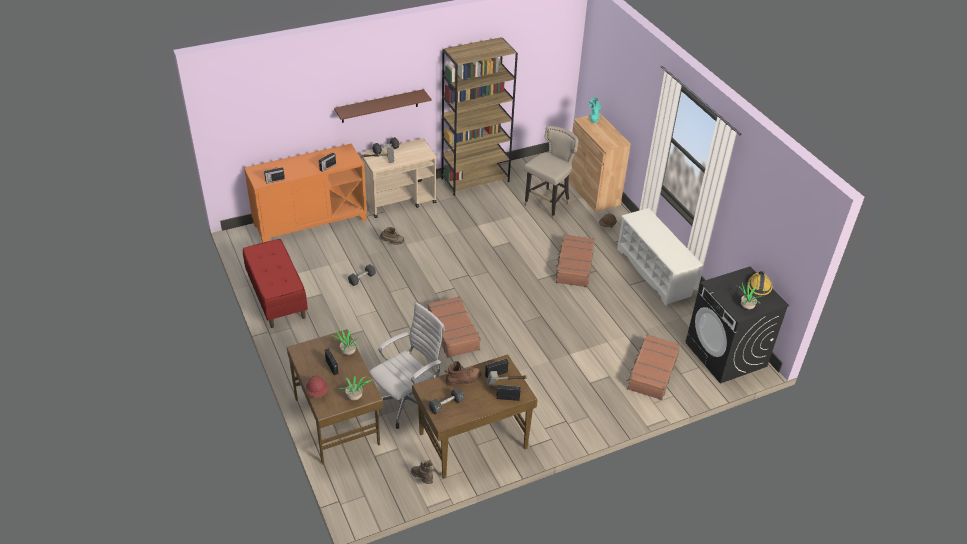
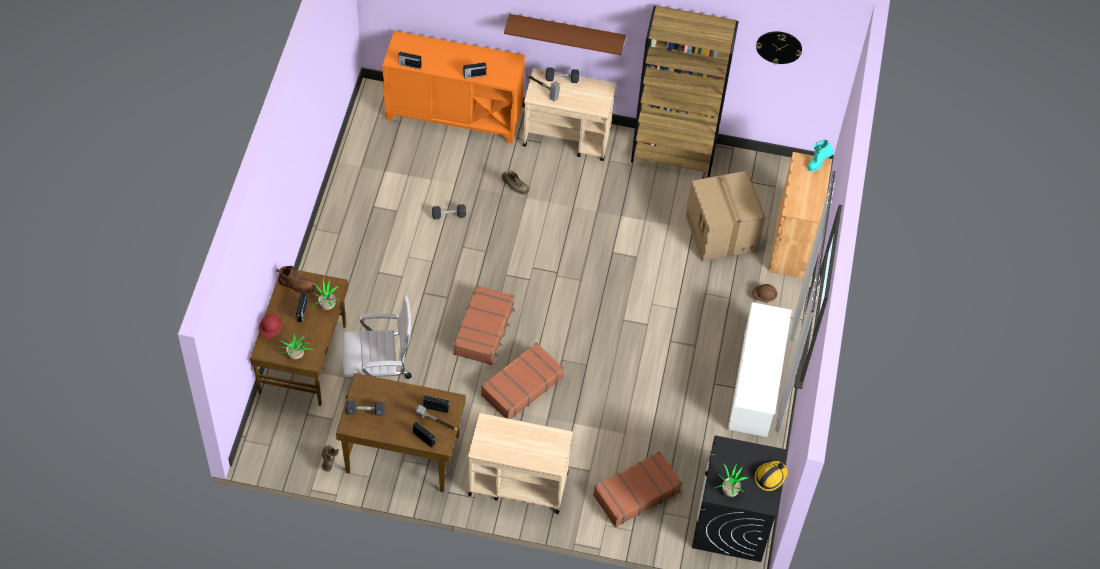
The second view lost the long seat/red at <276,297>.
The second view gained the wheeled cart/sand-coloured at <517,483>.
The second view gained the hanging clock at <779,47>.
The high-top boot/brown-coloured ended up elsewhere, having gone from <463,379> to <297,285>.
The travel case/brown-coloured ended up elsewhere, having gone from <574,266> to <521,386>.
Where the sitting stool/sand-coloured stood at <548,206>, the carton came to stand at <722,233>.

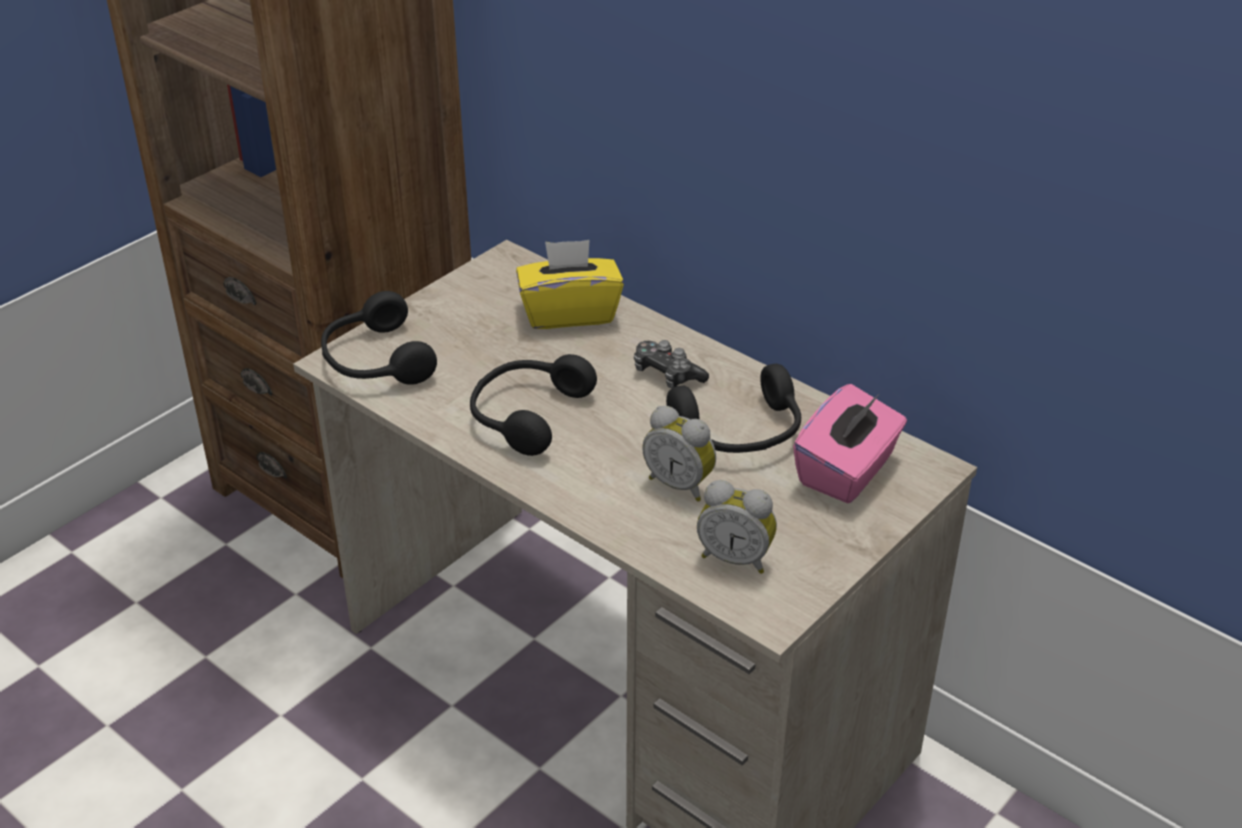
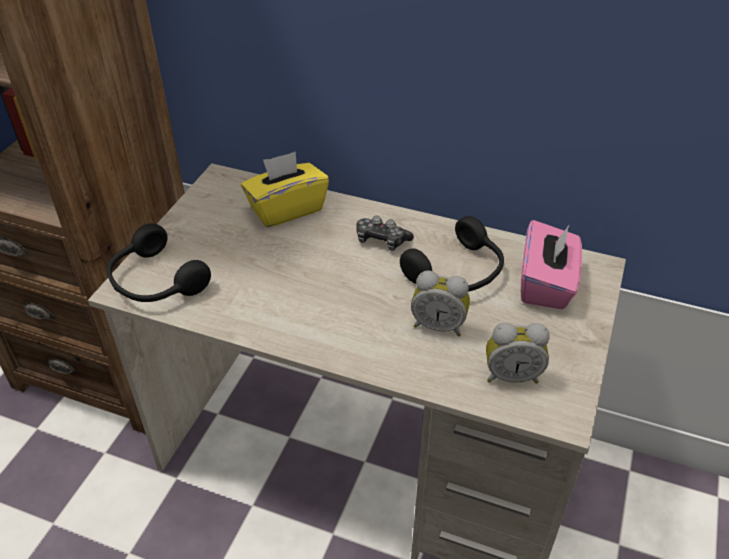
The second view lost the headphones/blackish at <526,415>.

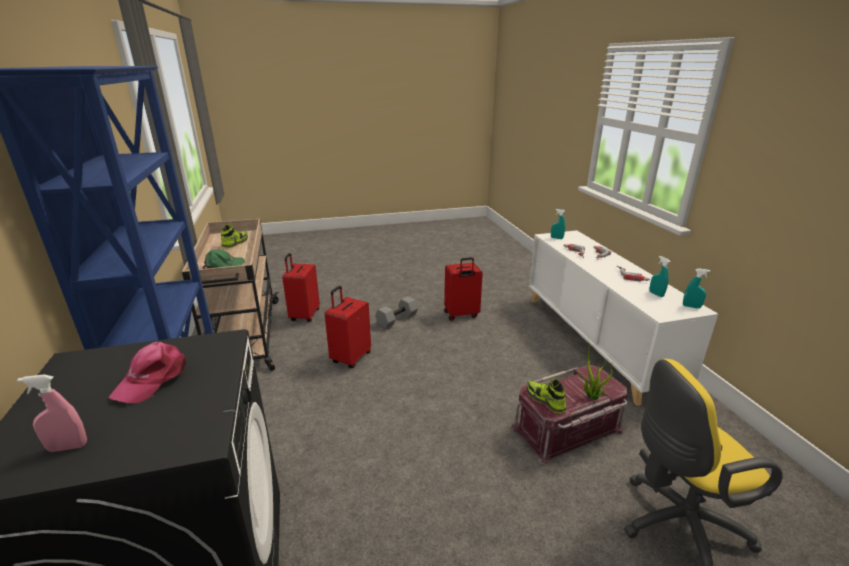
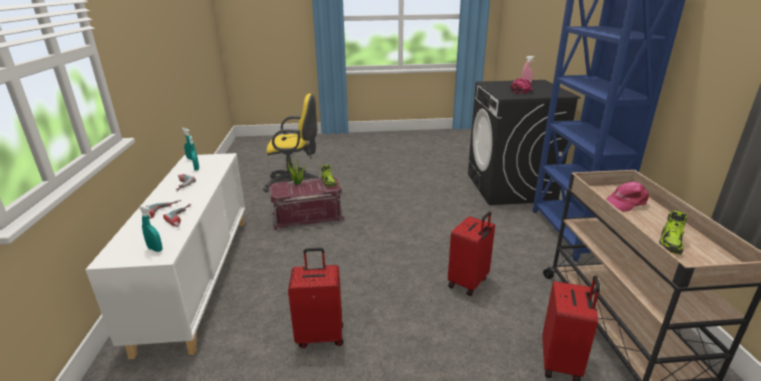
The second view lost the hand weight/greyish at <397,320>.
What was the baseball cap/green at <223,265> turned into the baseball cap/pink-coloured at <625,202>.

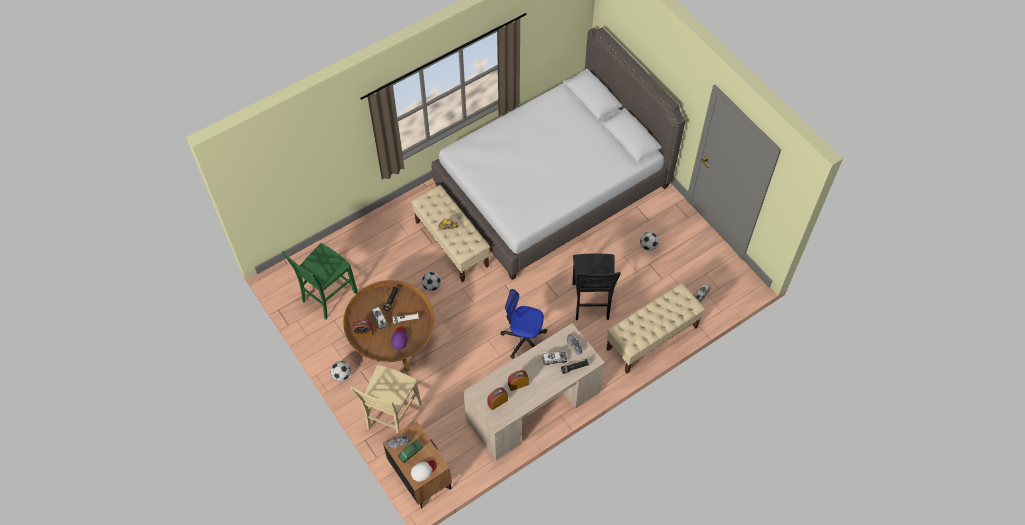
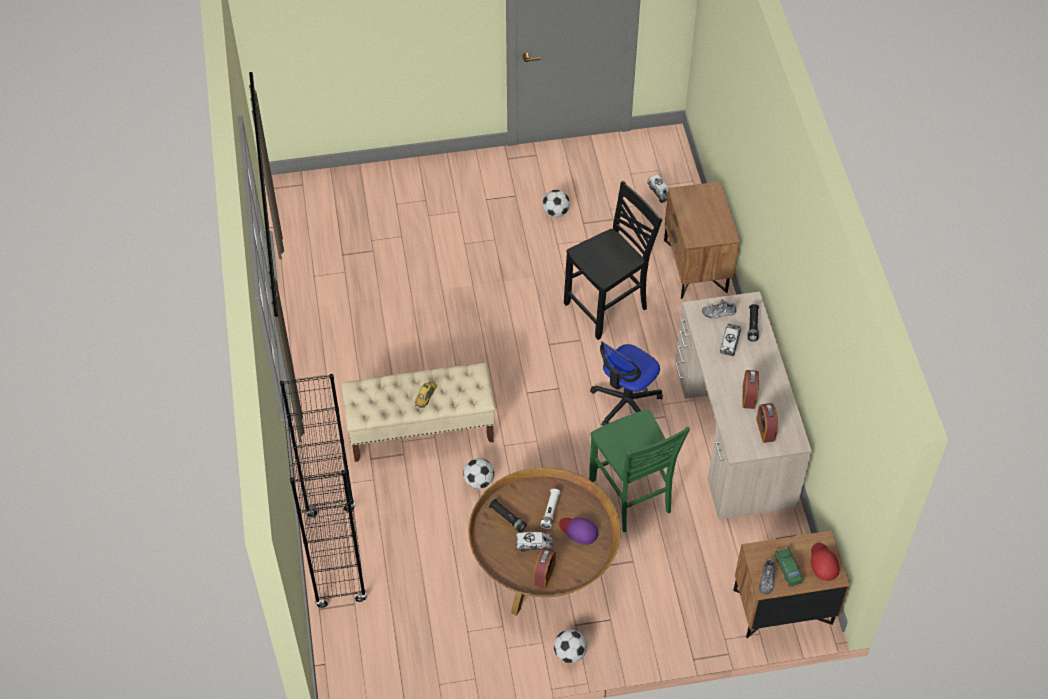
The second view lost the upright chair/sand-coloured at <392,417>.
The second view lost the bed/greyish at <552,186>.
The second view gained the shelving unit/blackish at <336,557>.
The upright chair/green ended up elsewhere, having gone from <328,297> to <631,497>.
Where the long seat/sand-coloured stood at <652,338>, the nightstand/brown-coloured came to stand at <696,266>.
What was the baseball cap/white-coloured at <423,470> turned into the baseball cap/red at <823,563>.
The upright chair/blackish at <591,302> ended up facing another way, 60 degrees counterclockwise from before.

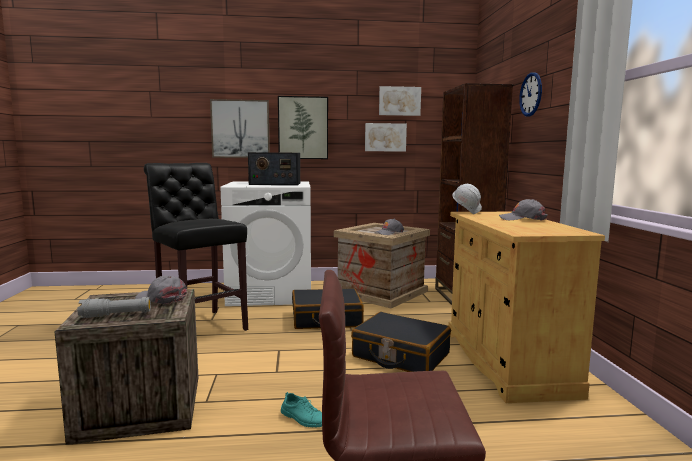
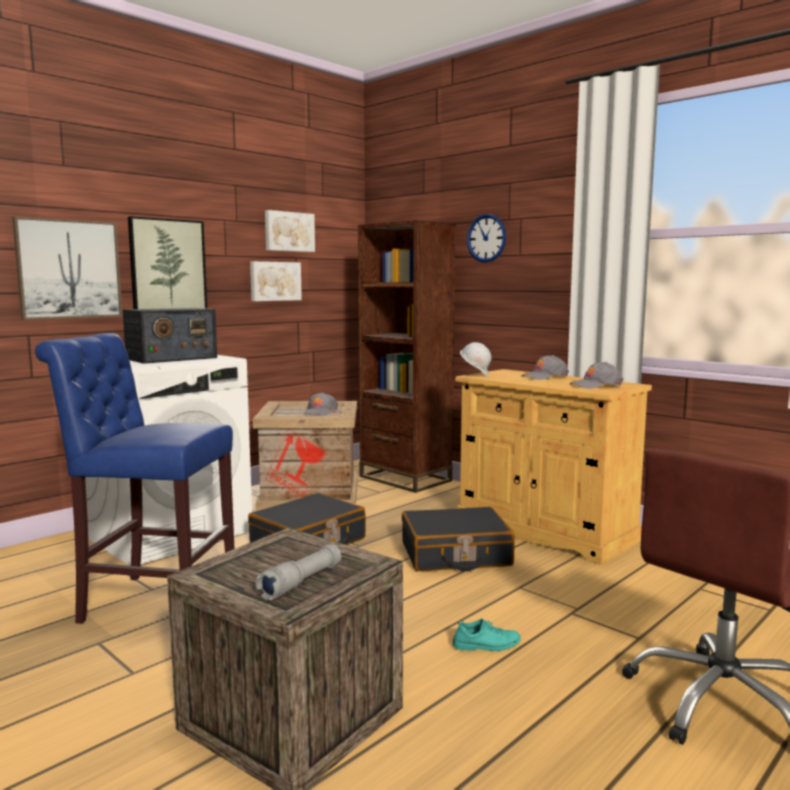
The baseball cap/greyish ended up elsewhere, having gone from <162,298> to <596,385>.
What was the sitting stool/blackish at <200,326> turned into the sitting stool/bluish at <152,602>.

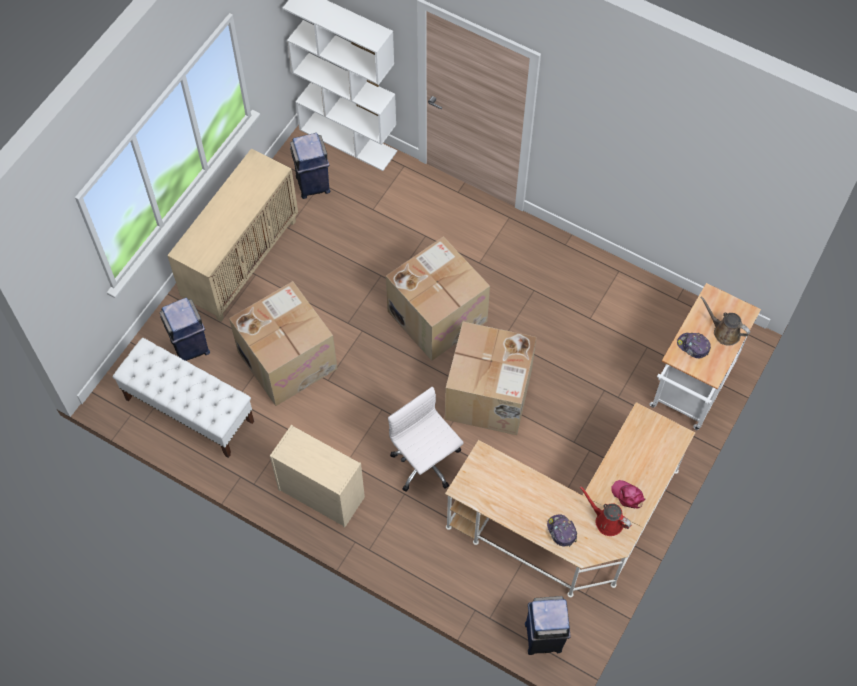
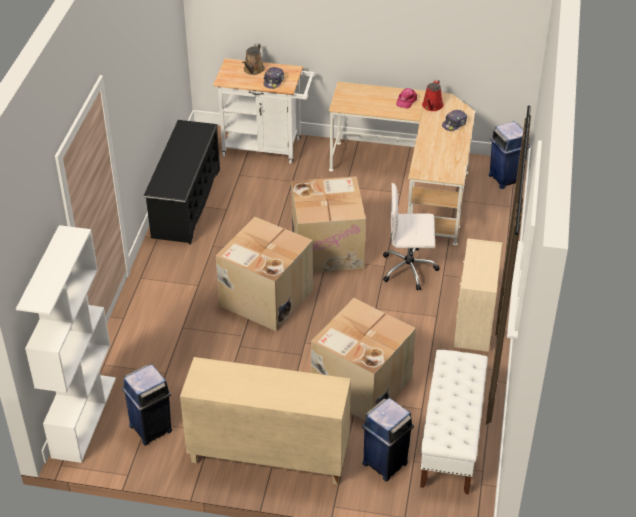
The second view gained the shoe shelf/blackish at <186,203>.
The desk chair/white-coloured at <426,463> ended up facing another way, 60 degrees clockwise from before.

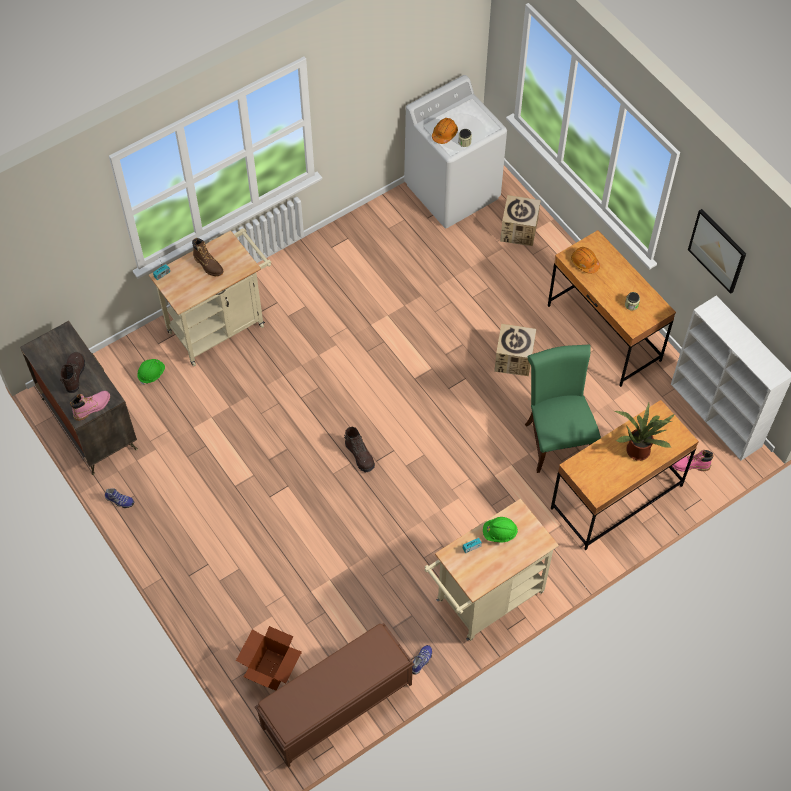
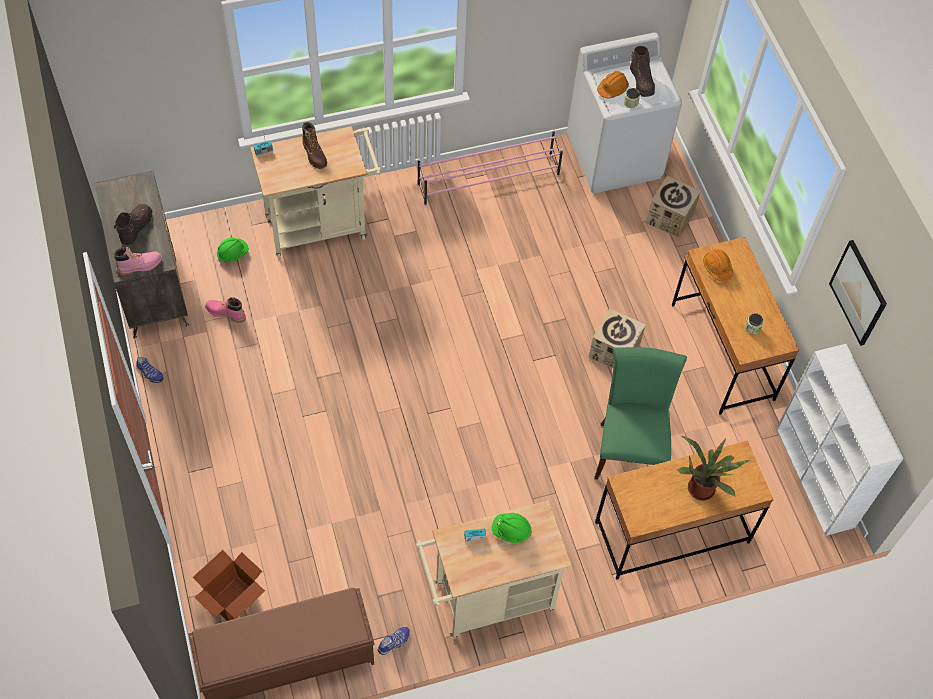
The second view gained the shoe shelf/pink-coloured at <489,180>.
The high-top boot/brown-coloured ended up elsewhere, having gone from <360,456> to <642,82>.
The high-top boot/pink-coloured ended up elsewhere, having gone from <690,465> to <226,313>.

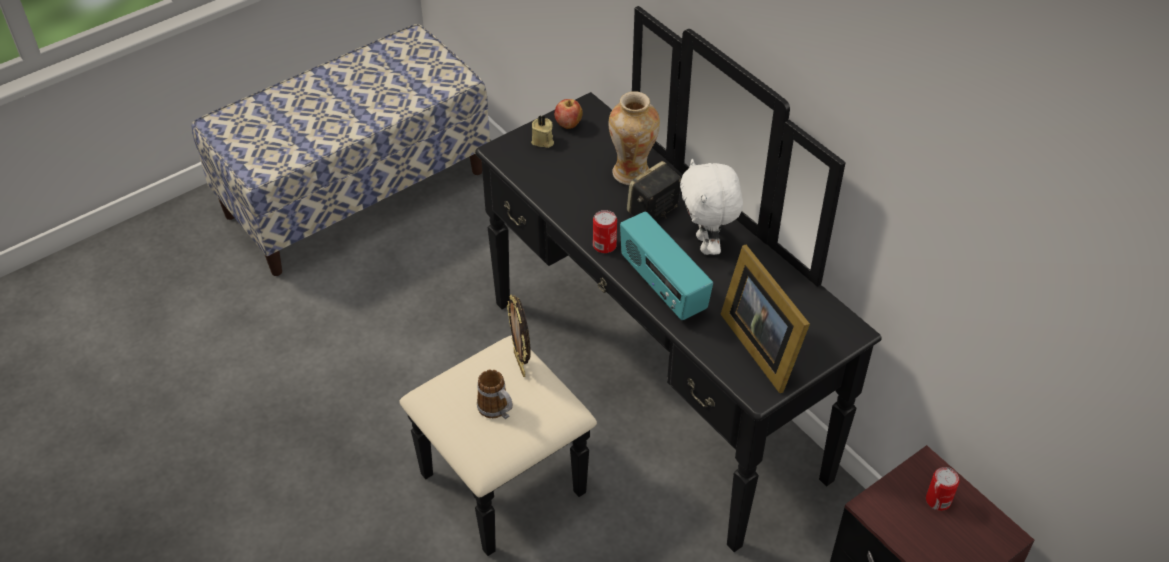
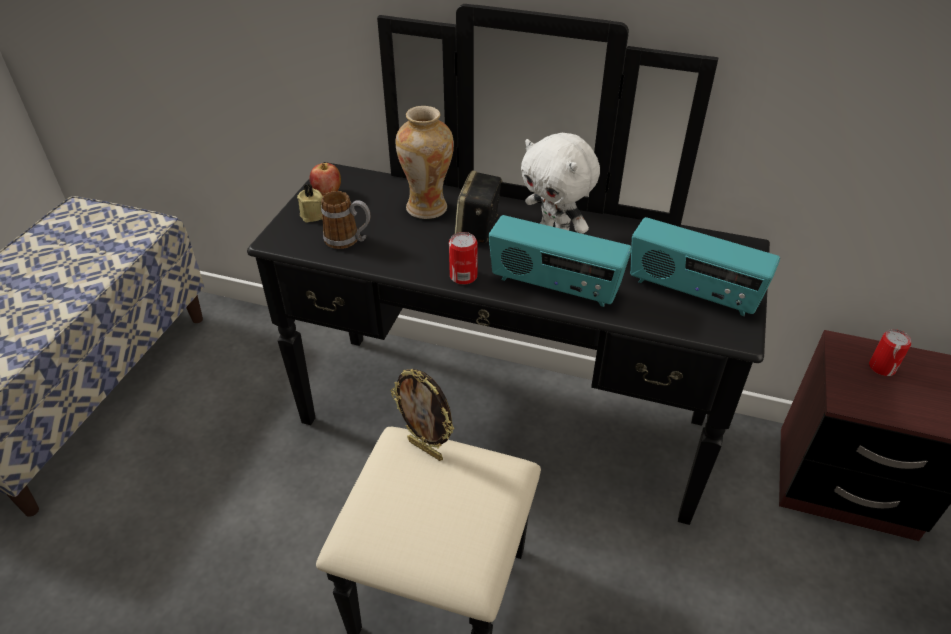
The tea mug ended up elsewhere, having gone from <497,410> to <348,240>.
Where the photo frame stood at <761,344>, the radio set came to stand at <692,293>.

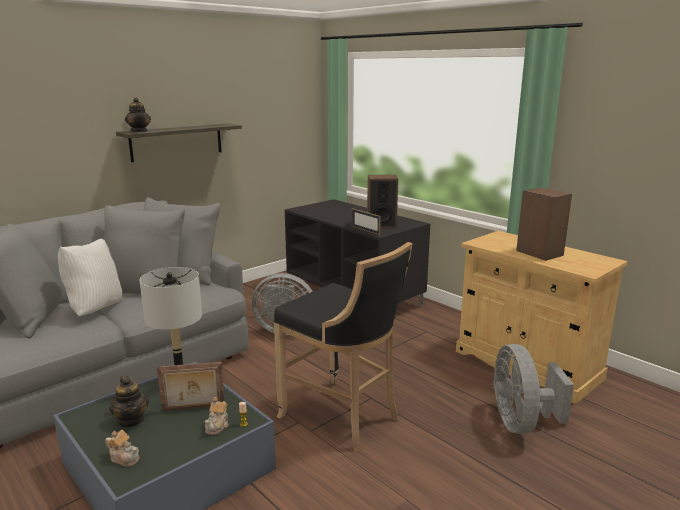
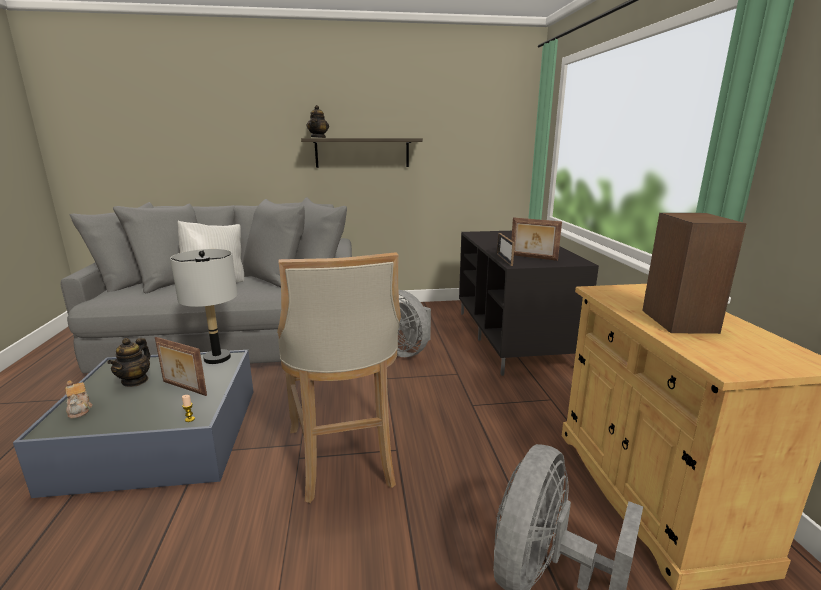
The second view lost the pot for tea at <217,426>.
Where the speaker stood at <381,225>, the photo frame came to stand at <533,257>.
What was the sitting stool/blackish at <343,417> turned into the sitting stool/sand-coloured at <344,458>.

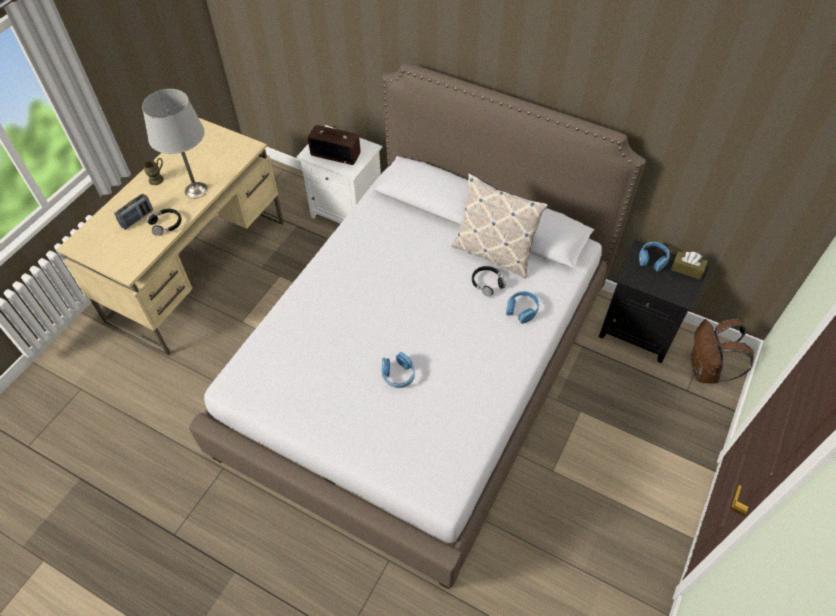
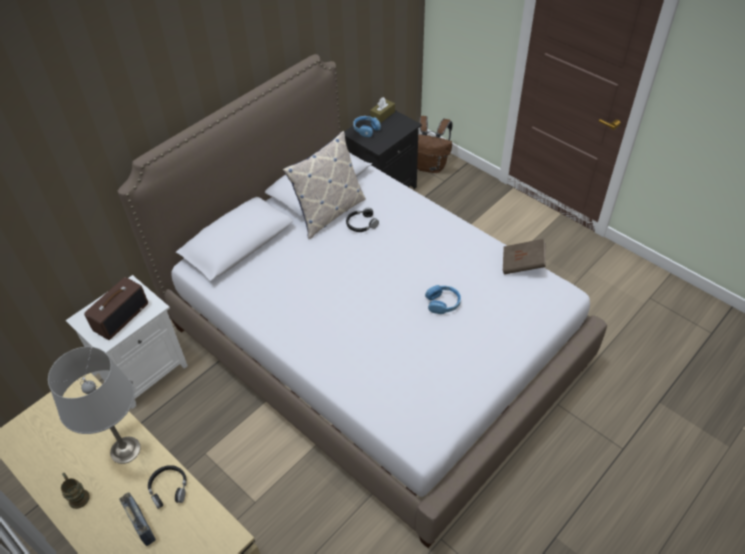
The second view lost the headphones/bluish at <522,310>.
The second view gained the book/brown-coloured at <522,264>.

